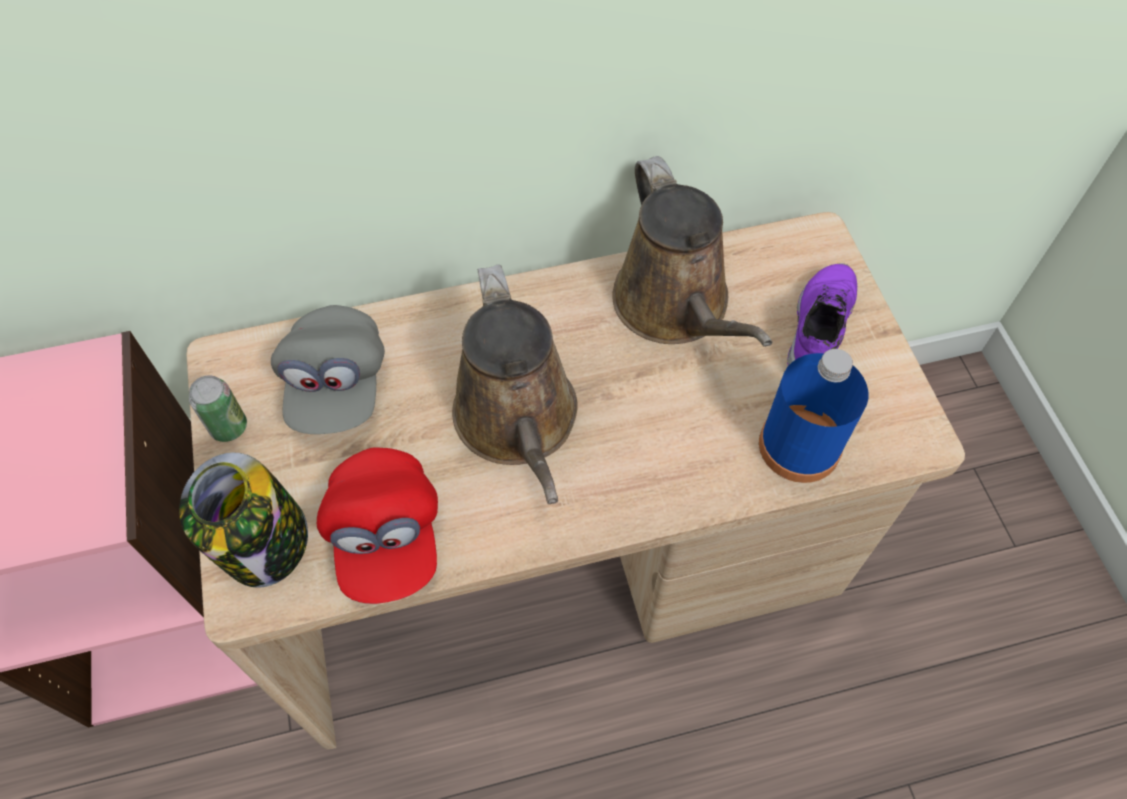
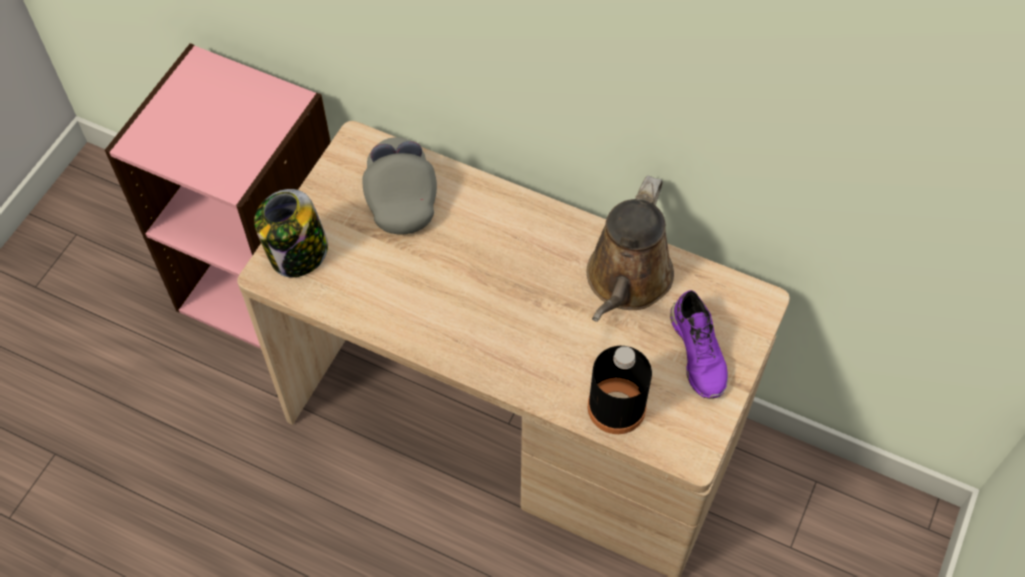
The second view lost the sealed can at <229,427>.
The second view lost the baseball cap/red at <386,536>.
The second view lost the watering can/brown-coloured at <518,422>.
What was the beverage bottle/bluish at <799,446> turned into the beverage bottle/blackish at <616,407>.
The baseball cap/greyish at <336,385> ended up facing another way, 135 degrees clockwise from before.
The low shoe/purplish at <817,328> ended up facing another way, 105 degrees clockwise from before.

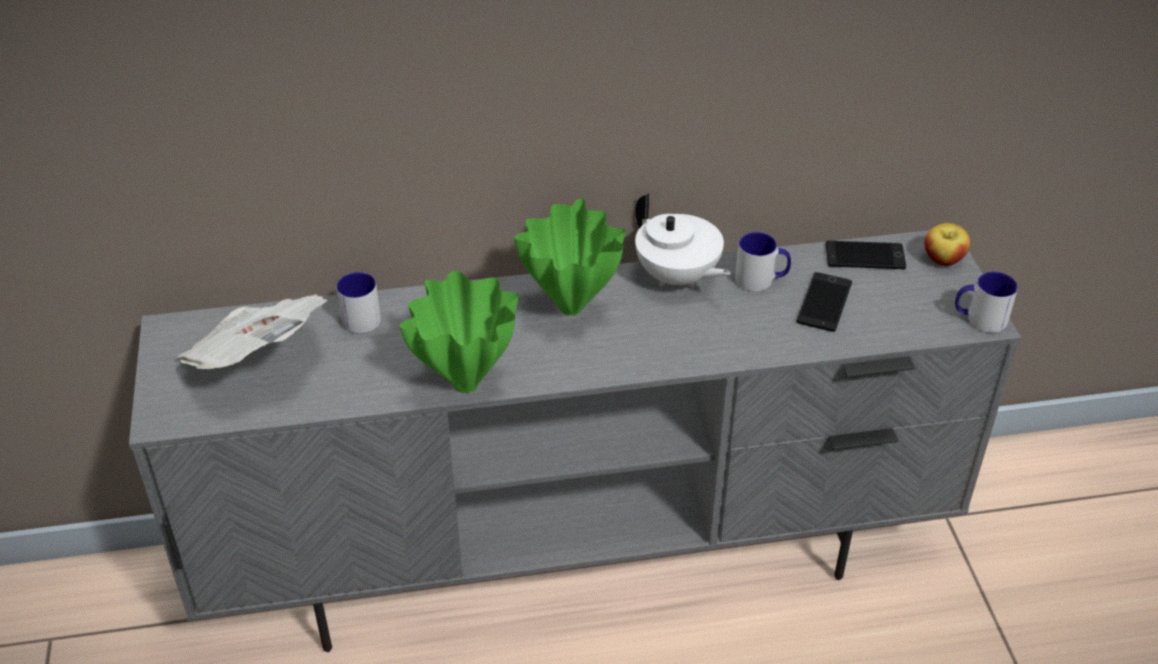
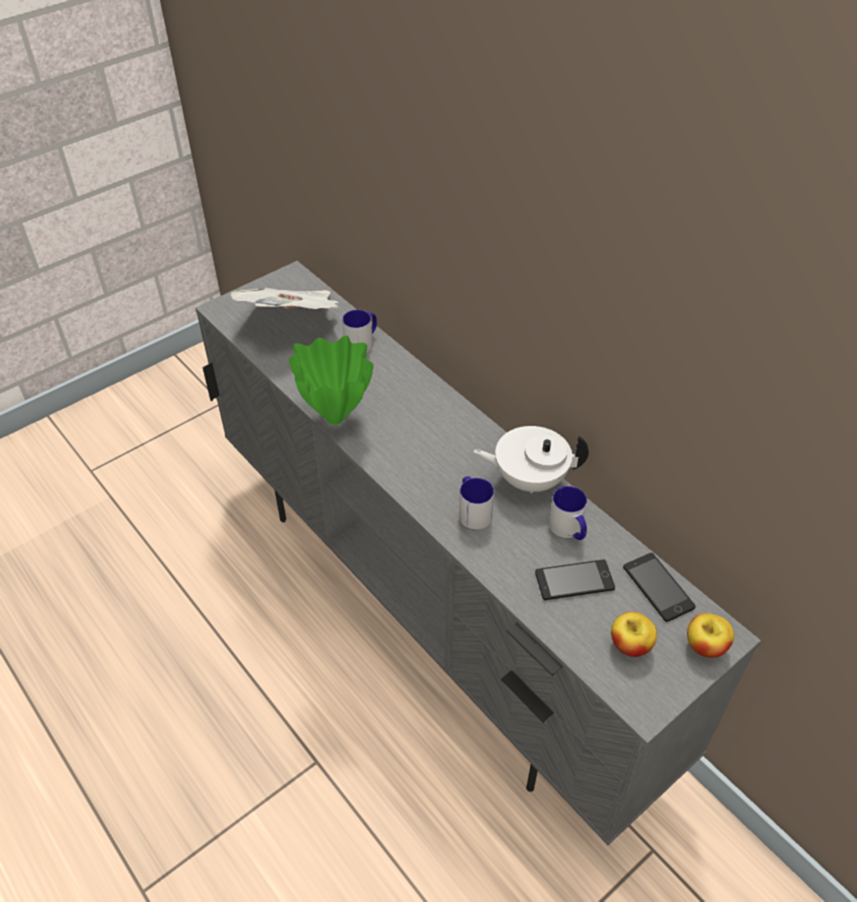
The second view lost the vase/green at <570,309>.
The second view gained the whole apple at <630,645>.
The tea mug ended up elsewhere, having gone from <979,319> to <472,511>.
The pot for tea/white-coloured at <677,277> ended up facing another way, 75 degrees clockwise from before.

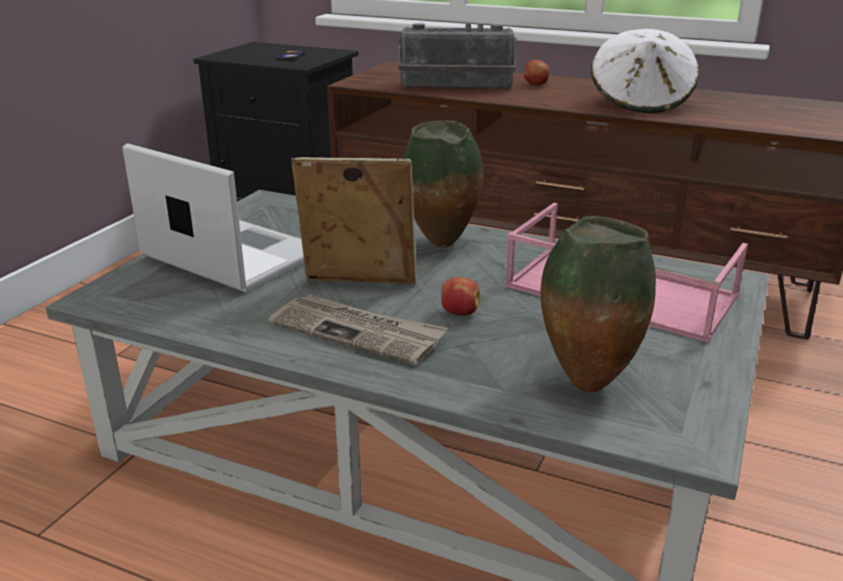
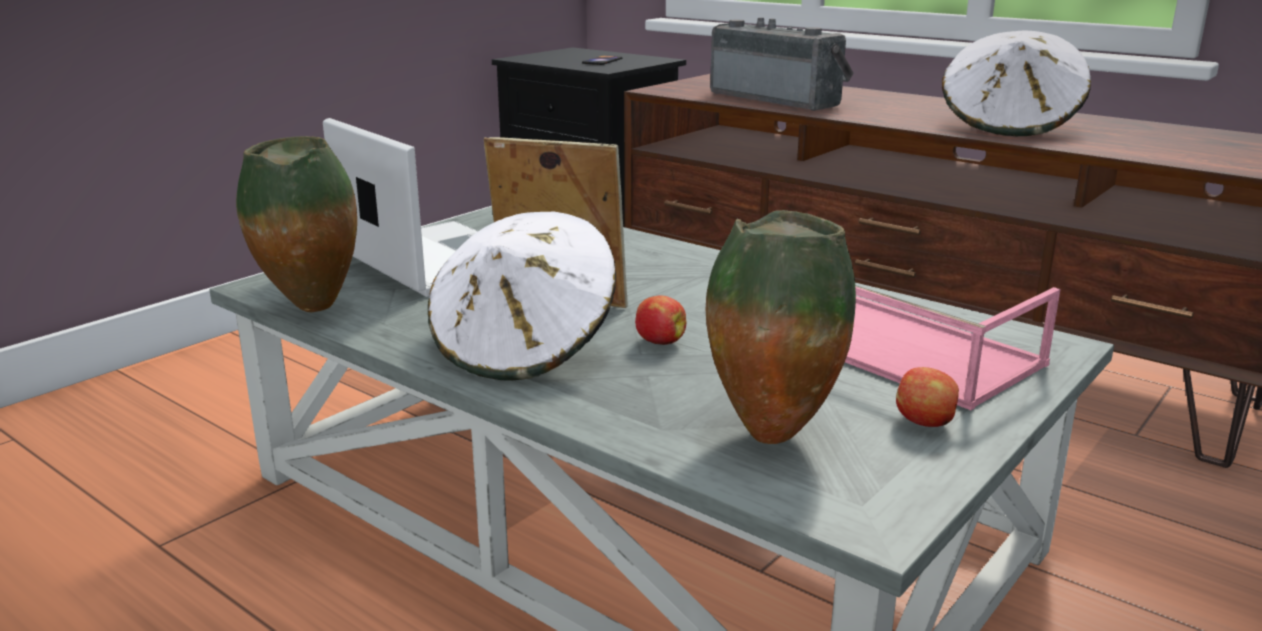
The vase ended up elsewhere, having gone from <442,246> to <311,310>.
The whole apple ended up elsewhere, having gone from <536,84> to <925,422>.
Where the printed paper stood at <358,332>, the clothing hat/white-coloured came to stand at <524,348>.
The radio set at <456,87> ended up facing another way, 150 degrees counterclockwise from before.

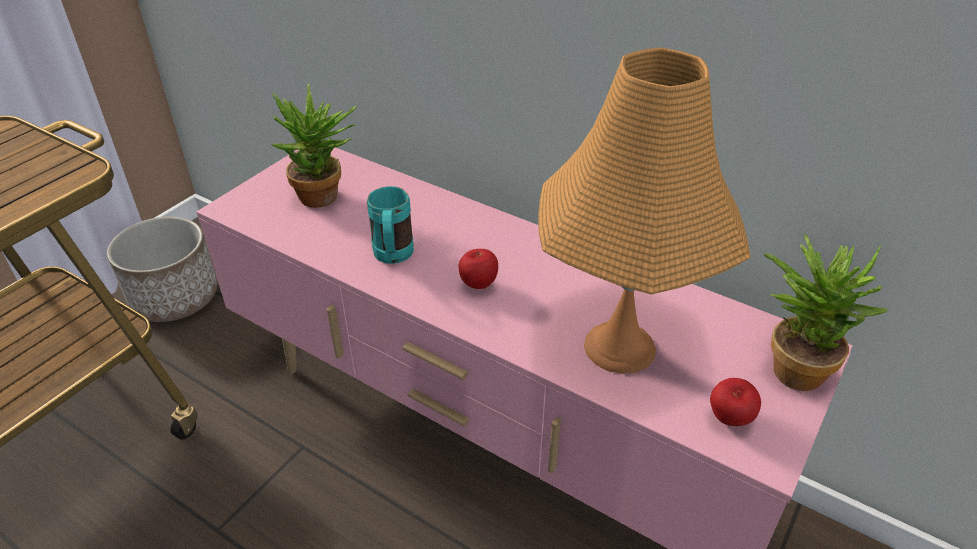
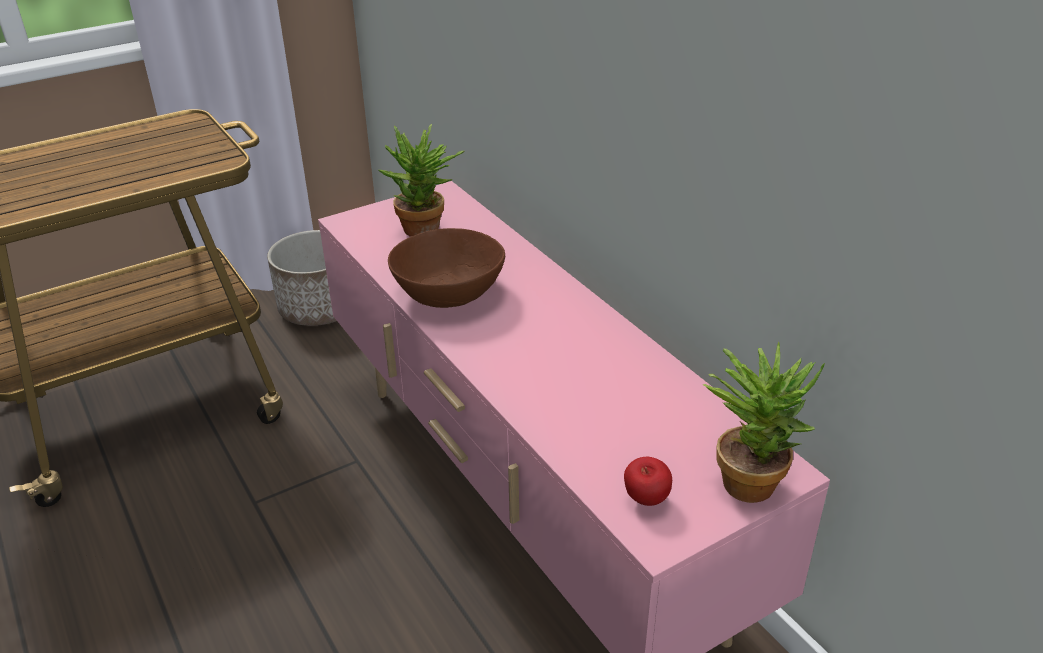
The second view lost the whole apple at <478,284>.
The second view lost the tabletop lamp/orange-coloured at <619,346>.
Where the tea mug/turquoise-coloured stood at <392,258>, the serving bowl/brown-coloured came to stand at <448,292>.

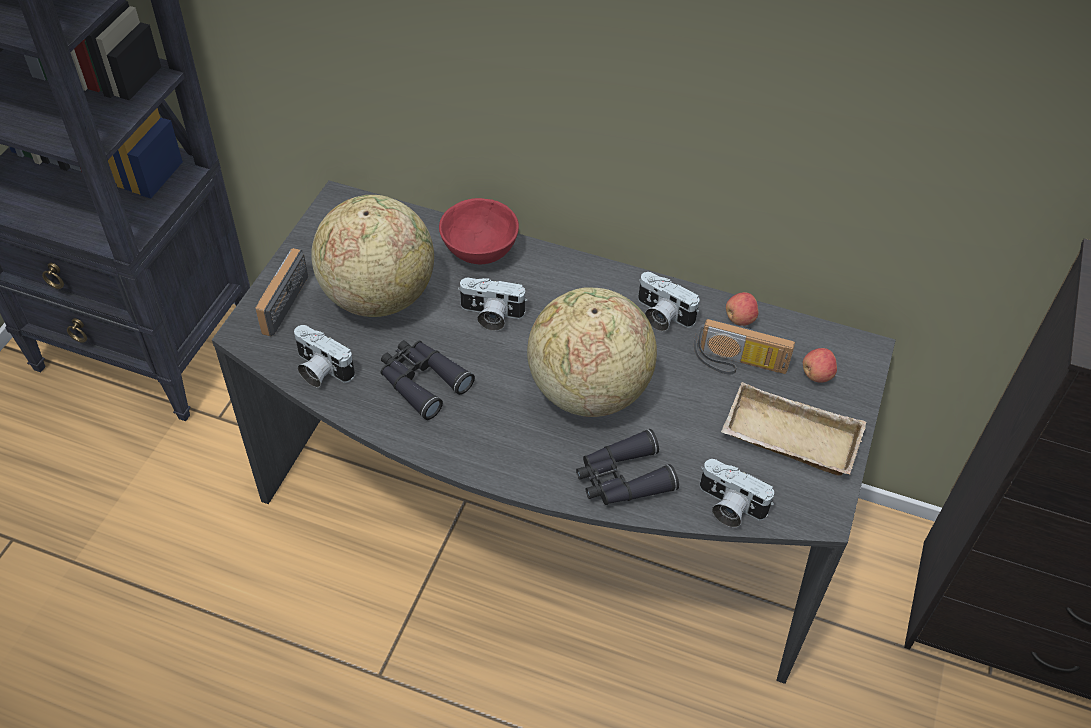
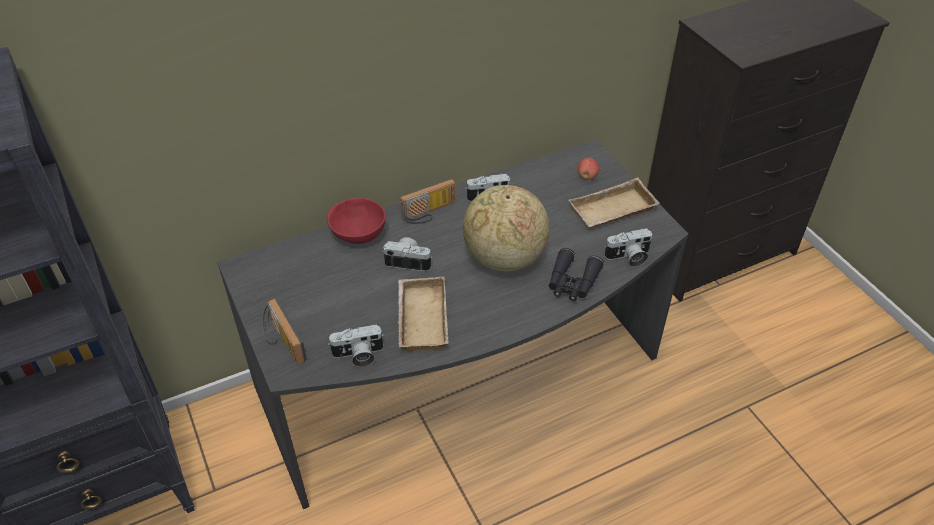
The second view lost the world globe at <378,296>.
The second view lost the whole apple at <740,319>.
The radio set ended up elsewhere, having gone from <738,364> to <429,213>.
Where the field glasses/blackish stood at <422,382>, the tray/sand-coloured came to stand at <420,317>.
The photo camera at <490,316> ended up facing another way, 135 degrees counterclockwise from before.

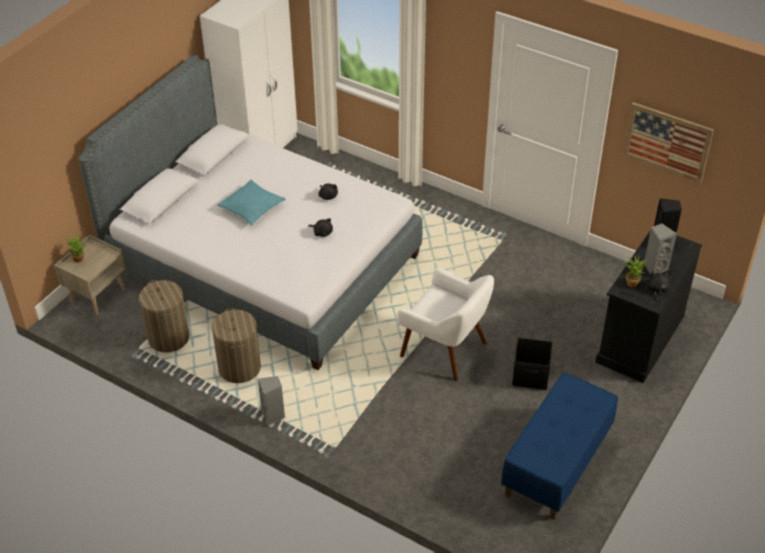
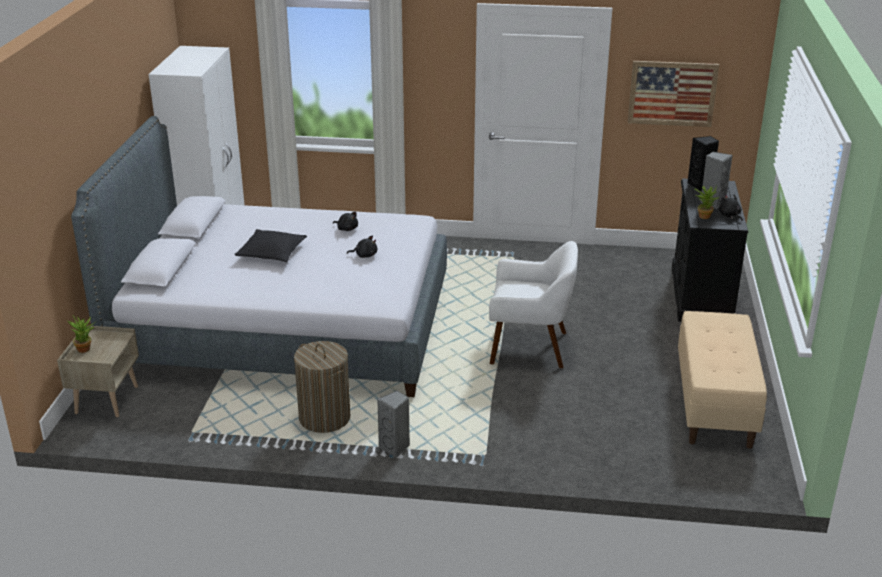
The second view lost the hamper at <168,337>.
The second view lost the storage bin/blackish at <531,376>.
What was the pillow/turquoise-coloured at <251,207> turned into the pillow/blackish at <271,253>.
What was the long seat/bluish at <557,464> turned into the long seat/sand-coloured at <715,405>.

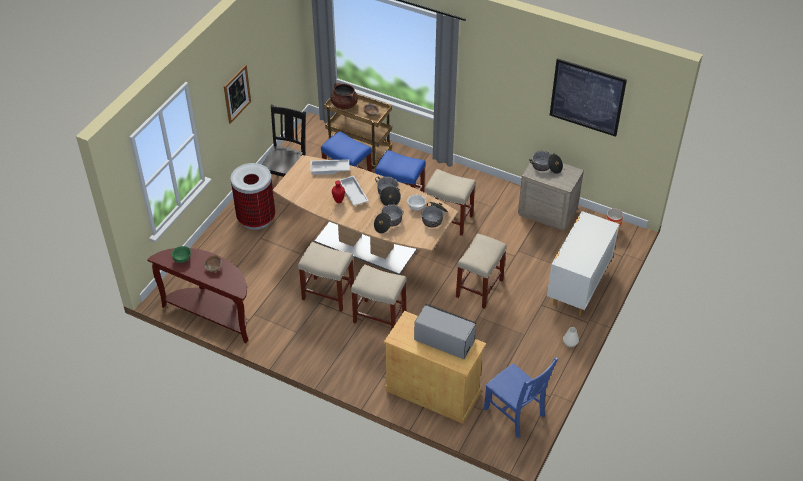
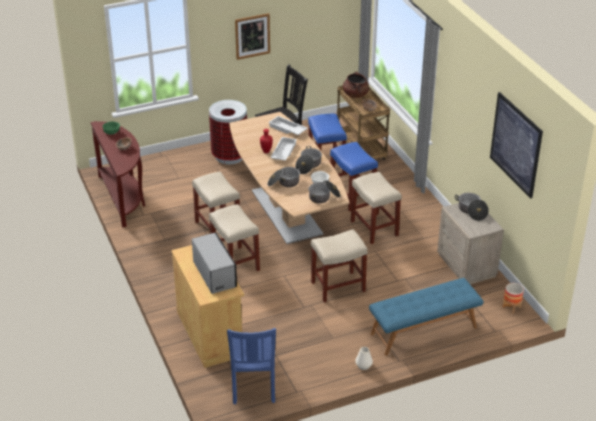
Where the drawer chest/white-coloured stood at <578,287>, the long seat/bluish came to stand at <424,331>.

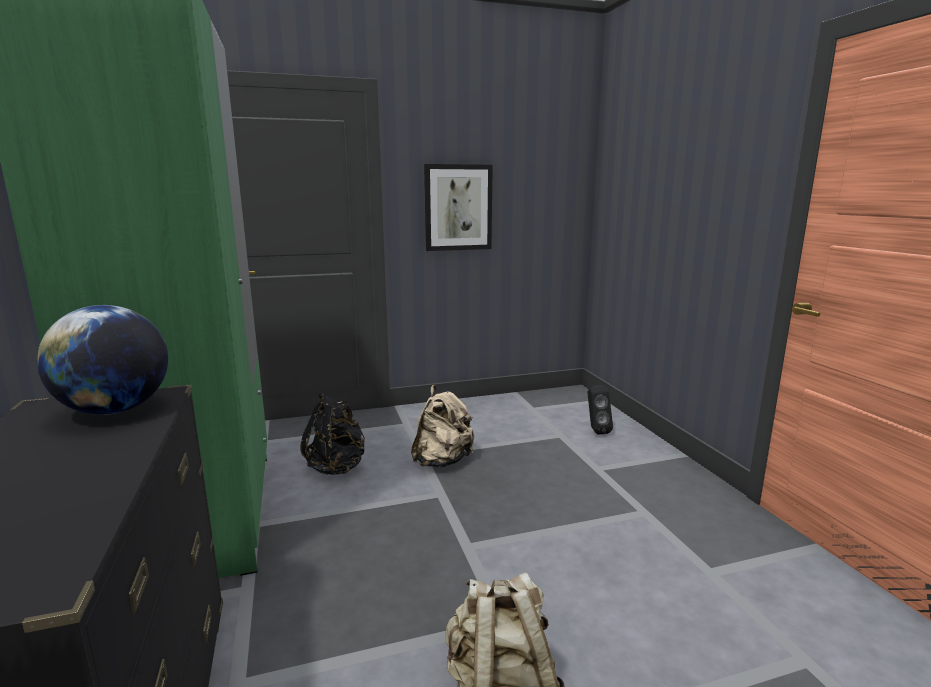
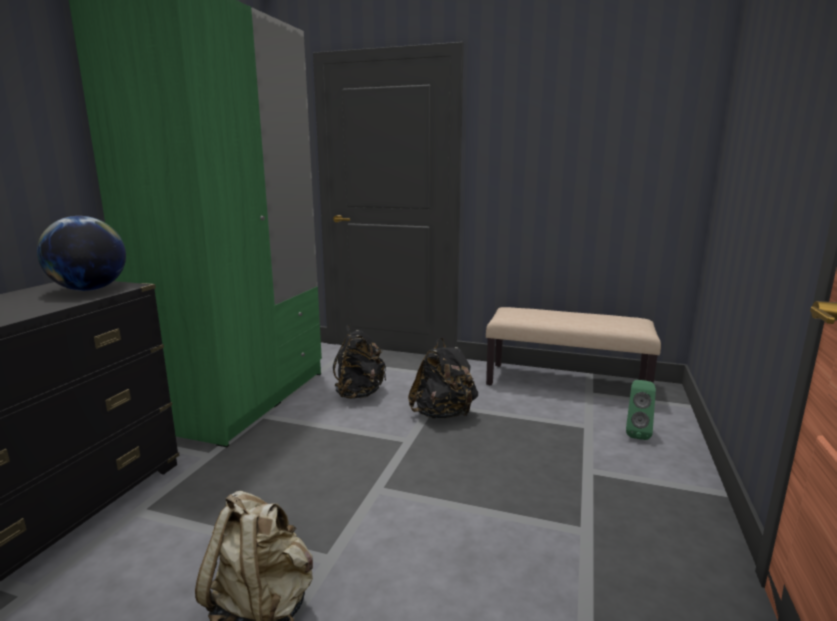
The second view lost the picture at <458,207>.
The second view gained the long seat/sand-coloured at <566,383>.
What was the backpack/sand-coloured at <442,461> turned into the backpack/blackish at <443,414>.
What was the speaker/blackish at <596,430> turned into the speaker/green at <637,433>.

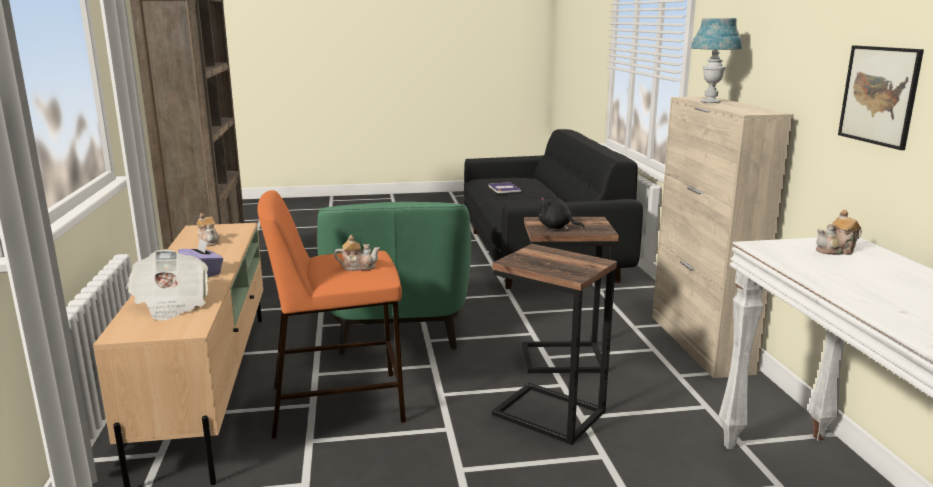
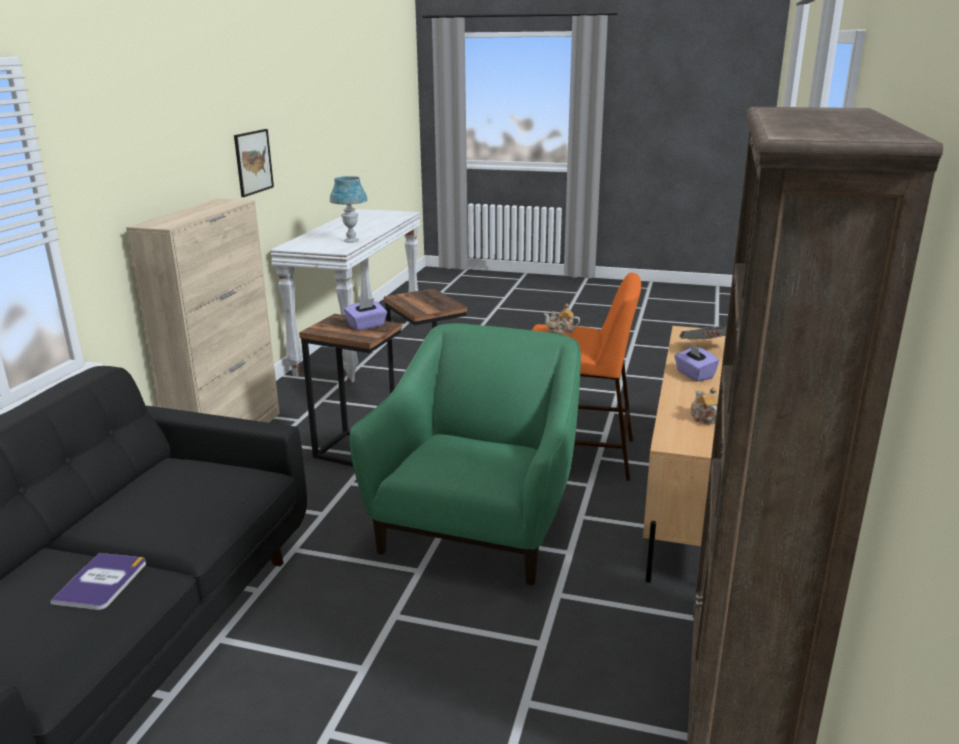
The second view lost the pot for tea at <836,251>.
The tabletop lamp/bluish ended up elsewhere, having gone from <710,102> to <351,241>.
Where the cuddly toy/blackish stood at <557,227>, the tissue holder/purplish came to stand at <367,326>.

